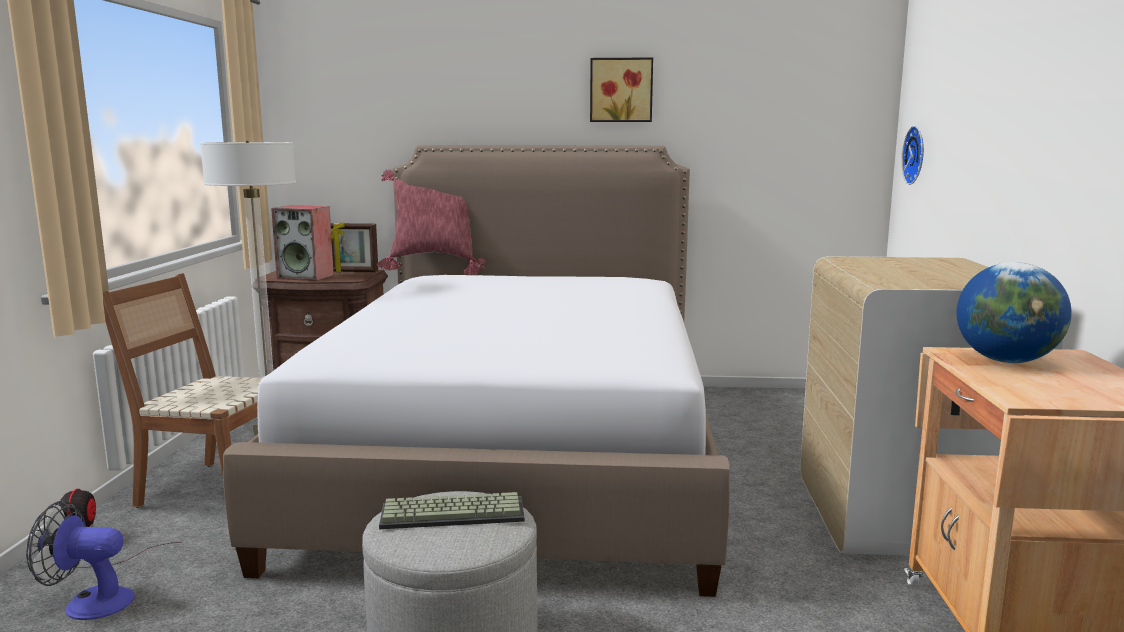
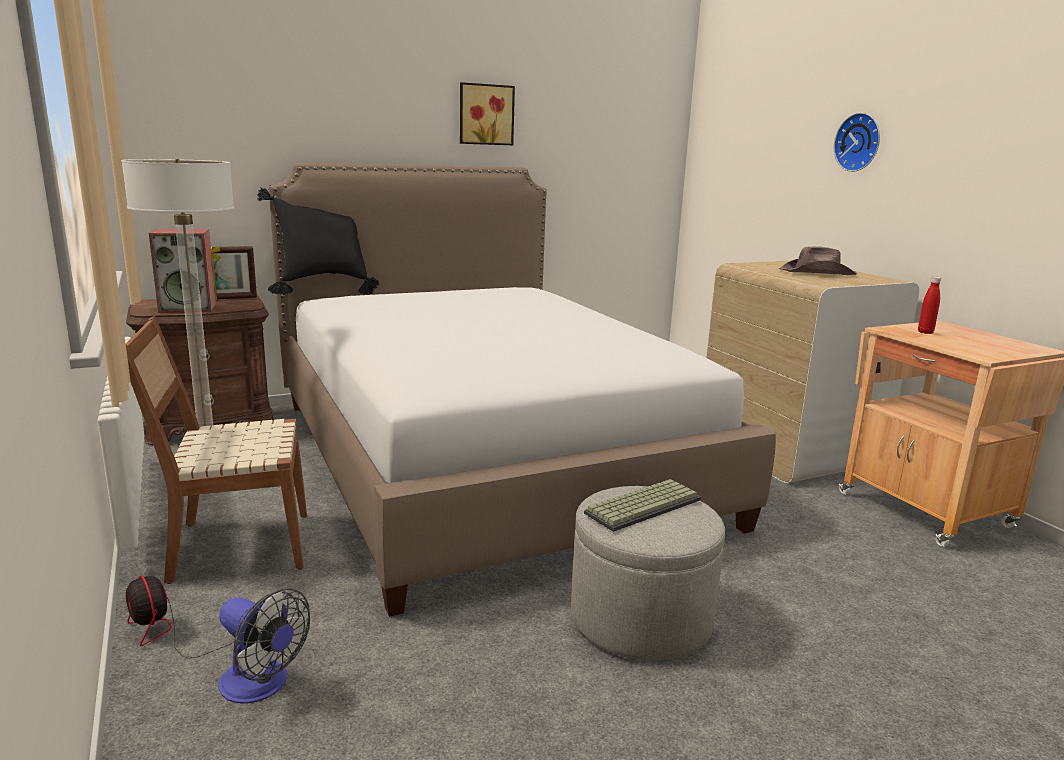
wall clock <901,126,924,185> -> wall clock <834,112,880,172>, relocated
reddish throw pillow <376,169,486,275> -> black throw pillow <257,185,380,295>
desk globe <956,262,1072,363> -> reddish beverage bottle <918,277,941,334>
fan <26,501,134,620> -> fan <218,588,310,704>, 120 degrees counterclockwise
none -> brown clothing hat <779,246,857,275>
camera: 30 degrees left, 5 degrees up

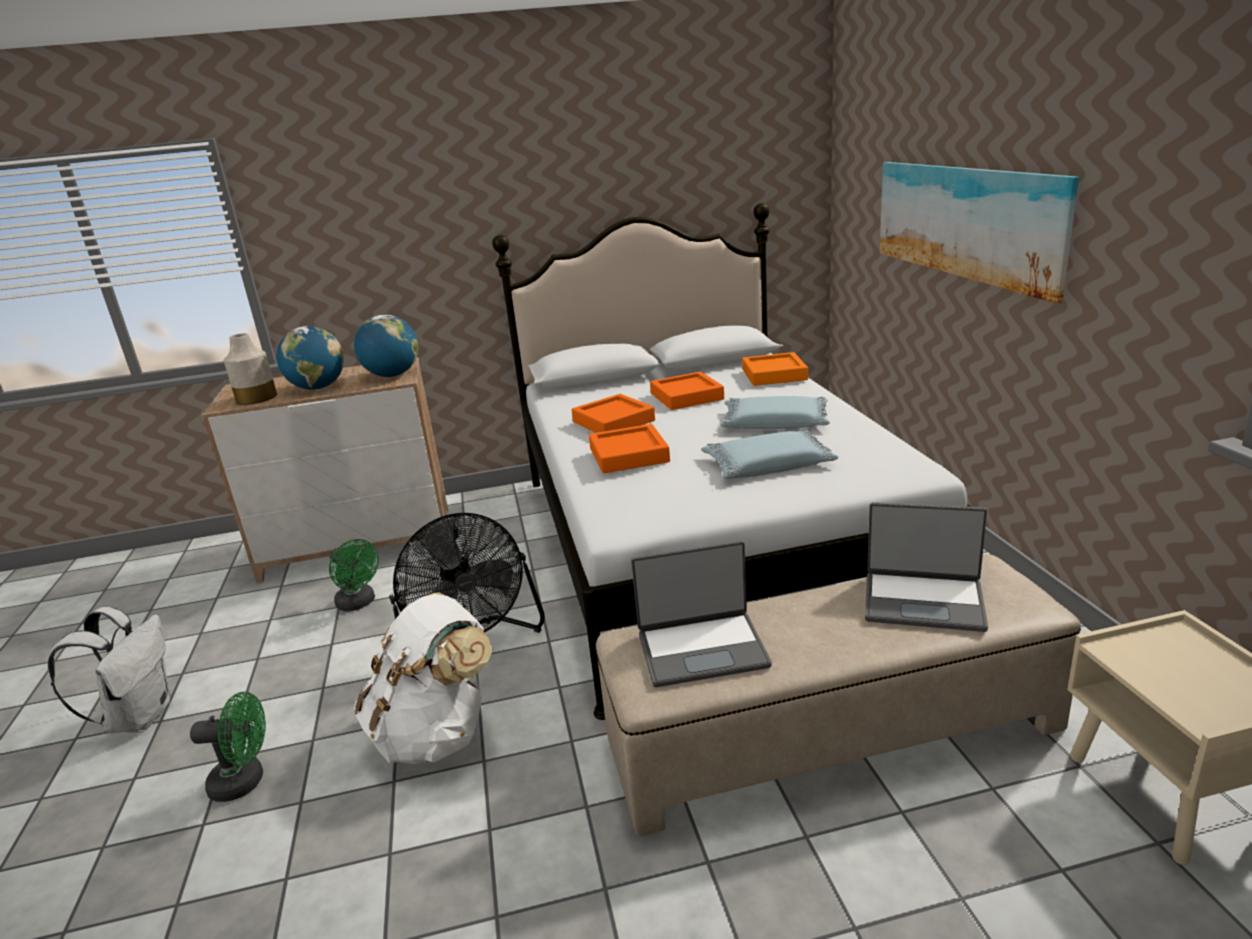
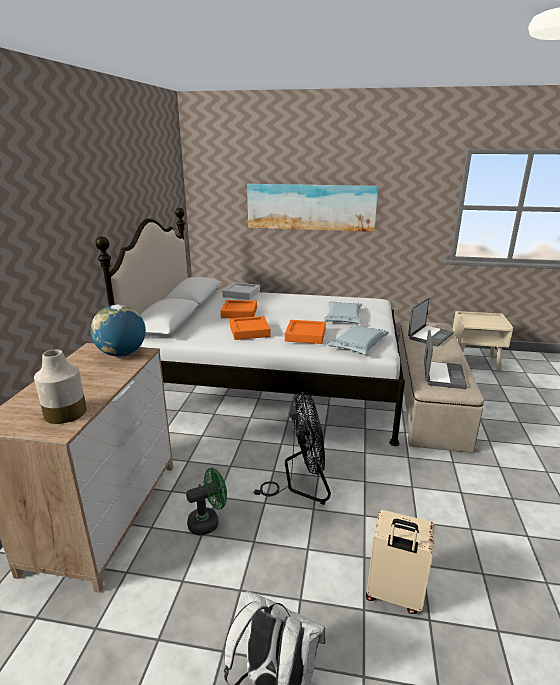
desk globe <276,326,344,390> -> none
orange-coloured serving tray <742,352,808,386> -> grey serving tray <222,282,260,300>
bluish throw pillow <720,396,830,429> -> bluish throw pillow <327,324,389,355>, relocated
whitish rucksack <354,592,493,764> -> none
green-coloured fan <190,692,266,802> -> beige-coloured suitcase <366,510,435,614>
camera: 70 degrees left, 0 degrees up

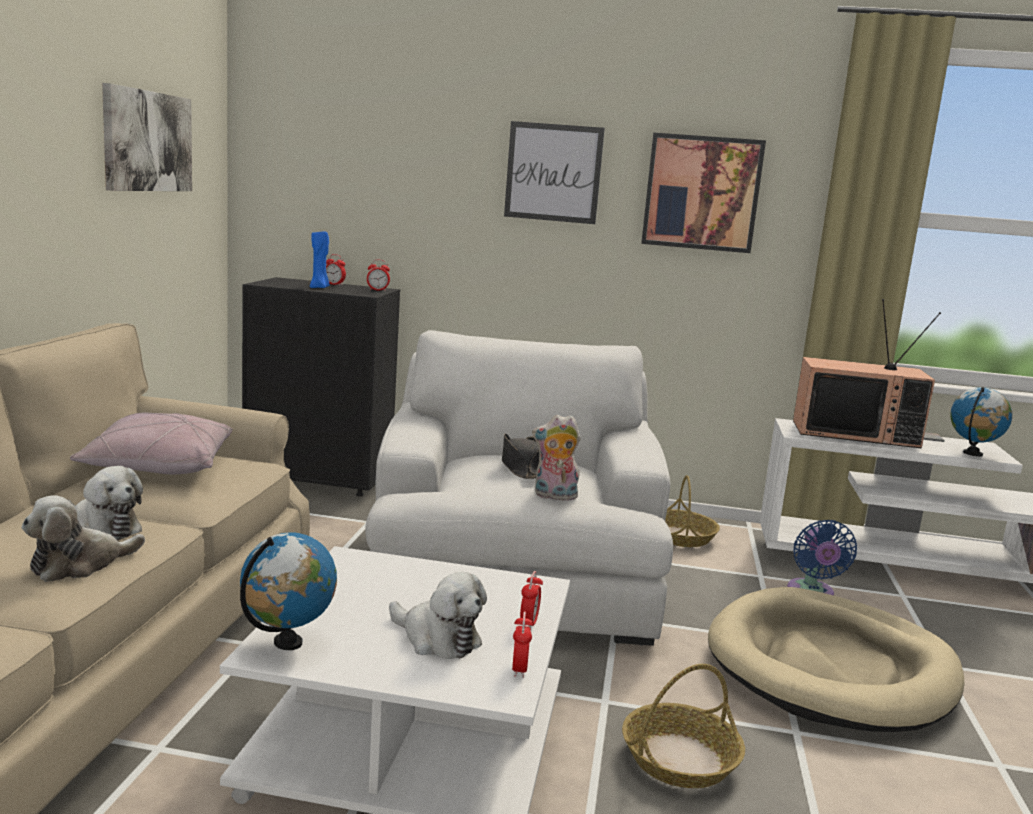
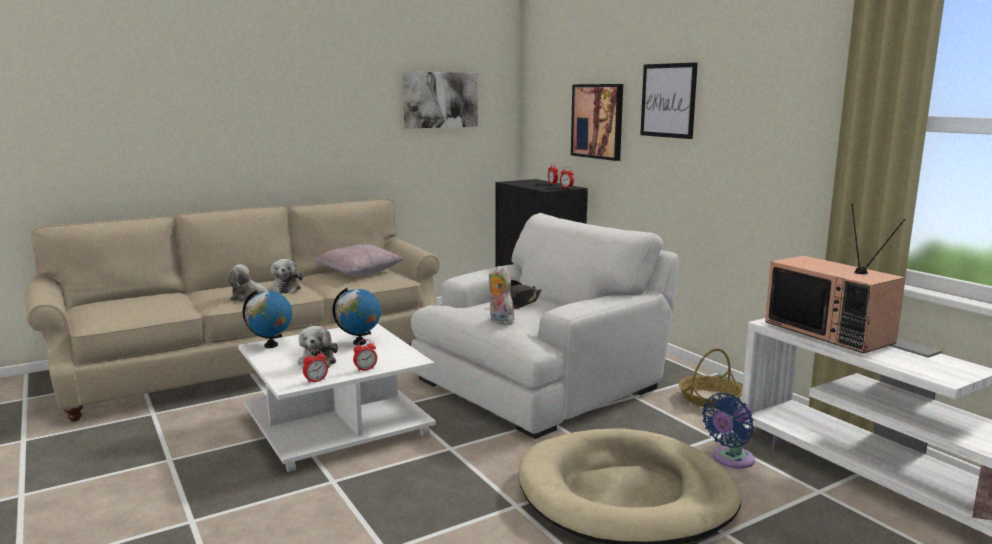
picture <641,133,766,253> -> picture <571,84,623,161>, relocated
bluish candle <310,229,330,288> -> none
desk globe <950,387,1012,457> -> desk globe <332,288,381,345>, relocated
household basket <622,664,745,788> -> none
camera: 50 degrees right, 0 degrees up

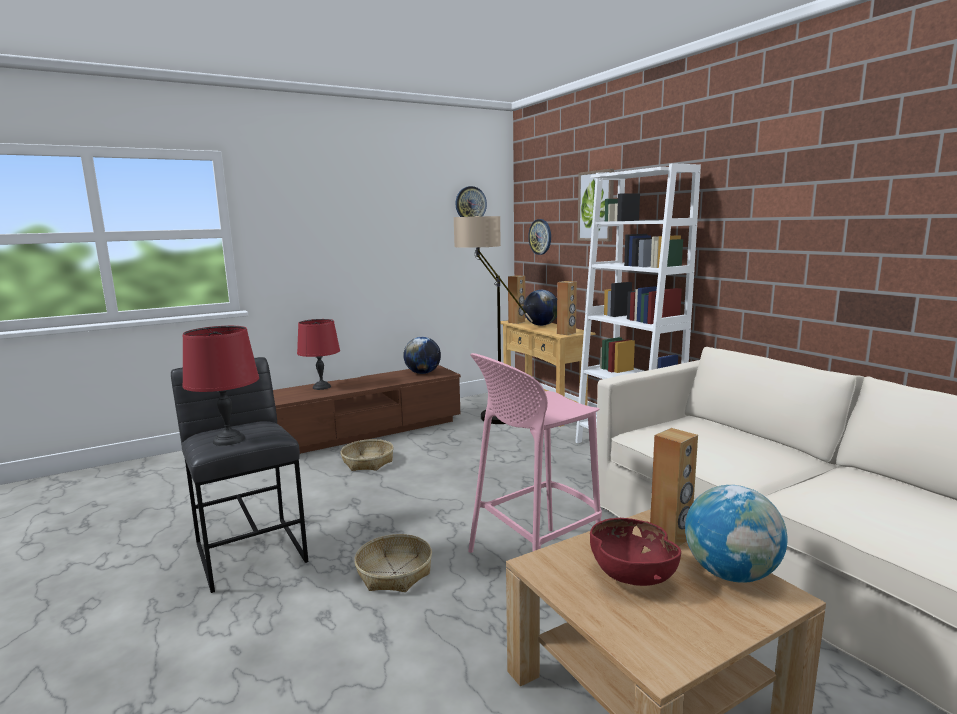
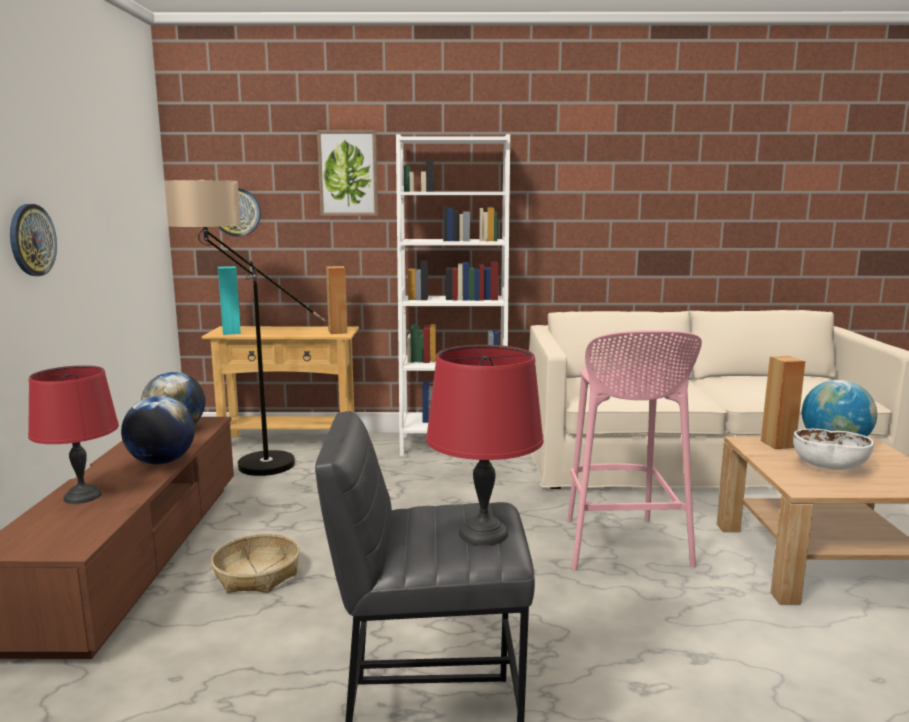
wall clock <455,186,487,217> -> wall clock <10,204,57,276>, relocated
brown speaker <508,275,525,324> -> turquoise-coloured speaker <218,266,241,335>
desk globe <523,290,557,326> -> desk globe <121,396,195,464>, relocated
reddish bowl <590,518,681,586> -> whitish bowl <793,429,874,470>
household basket <354,534,432,592> -> none
camera: 60 degrees left, 0 degrees up

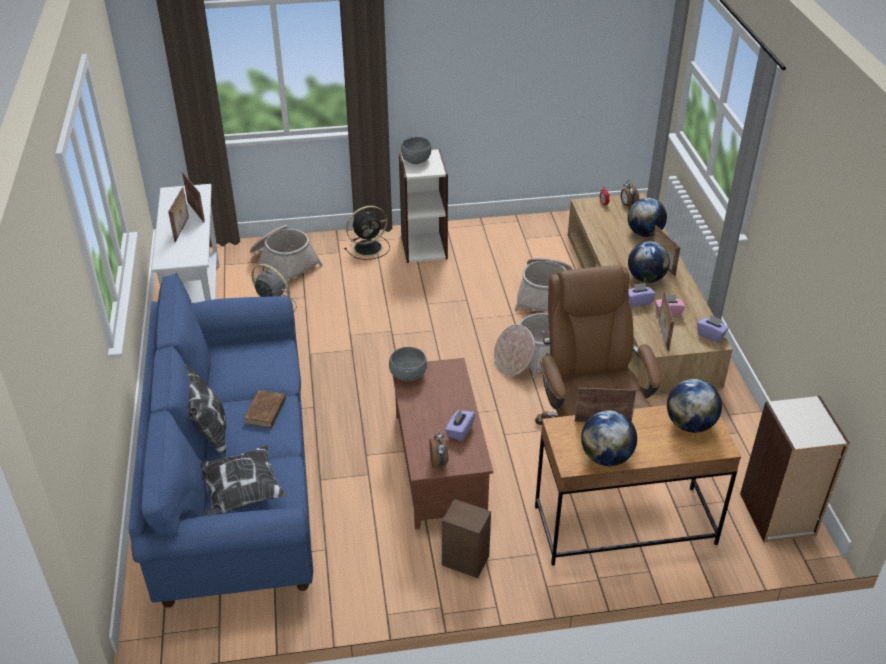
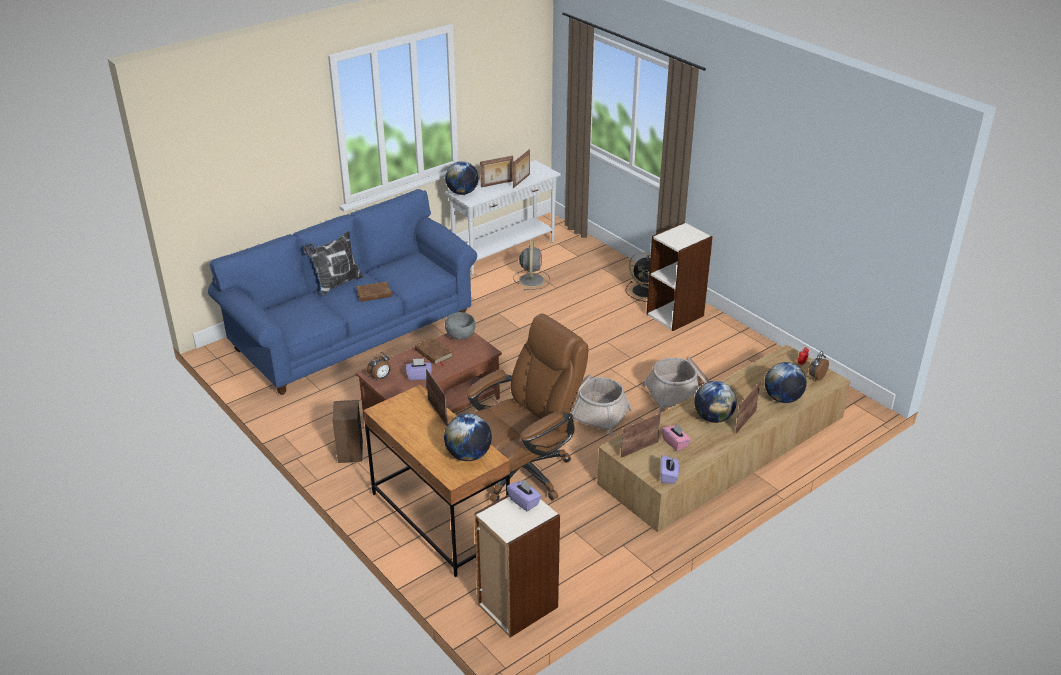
grey bowl <401,137,431,164> -> none
household basket <250,225,323,286> -> none
purplish tissue holder <628,283,656,307> -> purplish tissue holder <507,479,542,511>, relocated
desk globe <581,410,637,466> -> desk globe <445,161,478,195>, relocated
throw pillow <200,444,287,516> -> none
none -> brown book <415,337,453,366>
camera: 60 degrees right, 5 degrees down

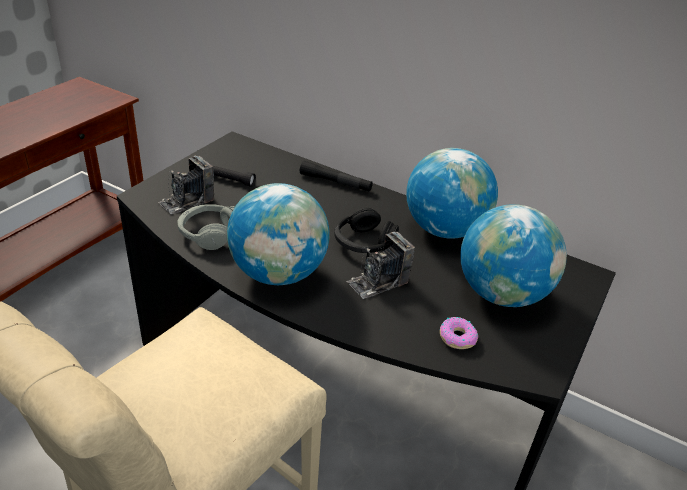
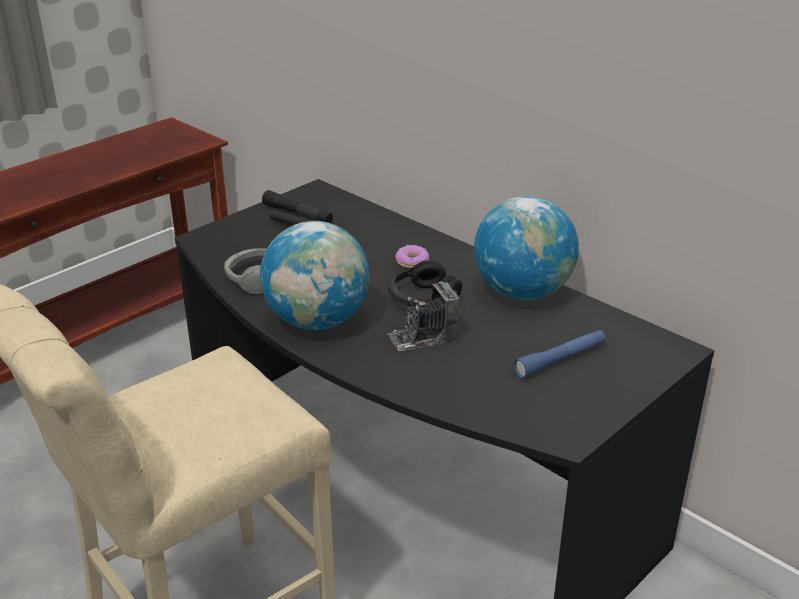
photo camera <158,155,214,214> -> none
black flashlight <300,161,373,192> -> black flashlight <262,190,333,223>, relocated
desk globe <460,204,567,307> -> bluish flashlight <513,330,606,378>
donut <440,317,478,349> -> donut <395,245,429,268>, relocated
camera: 15 degrees right, 5 degrees down

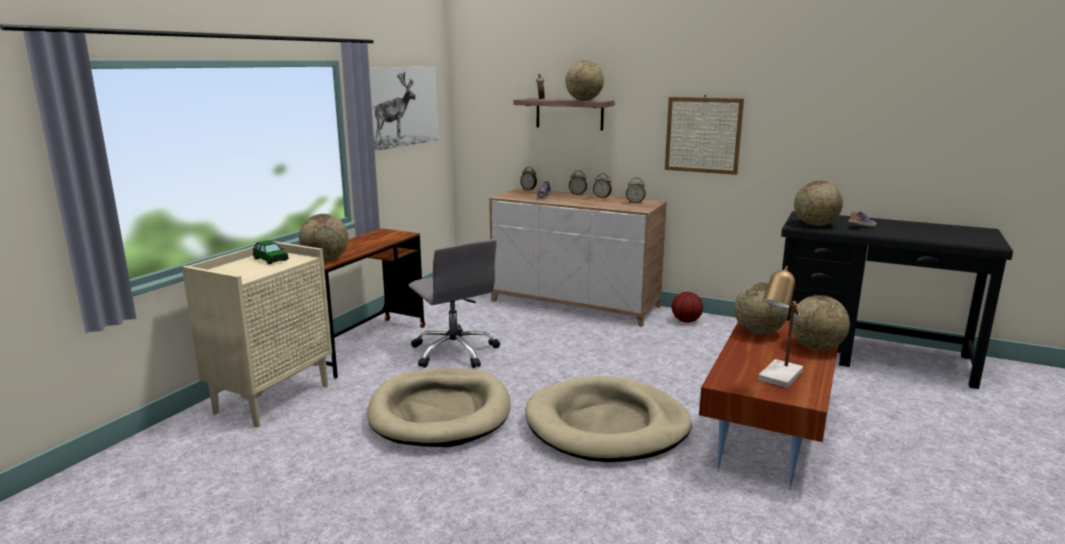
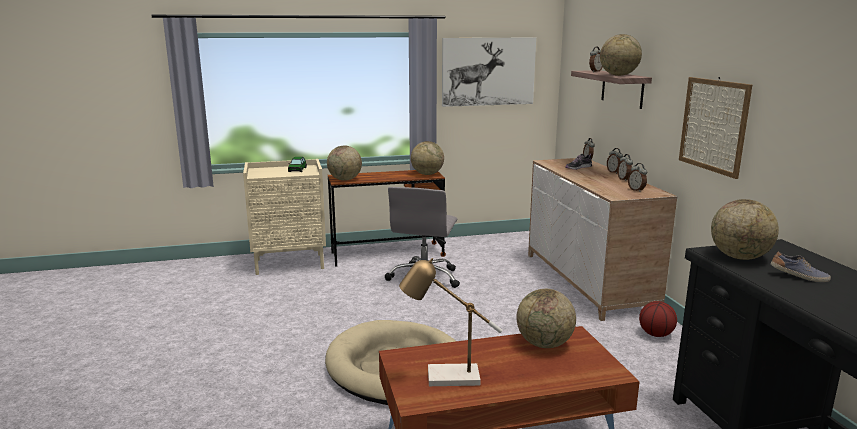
desk globe <792,295,850,350> -> desk globe <411,141,444,175>, relocated
beige-coloured pet bed <367,368,510,447> -> none
camera: 50 degrees right, 0 degrees up

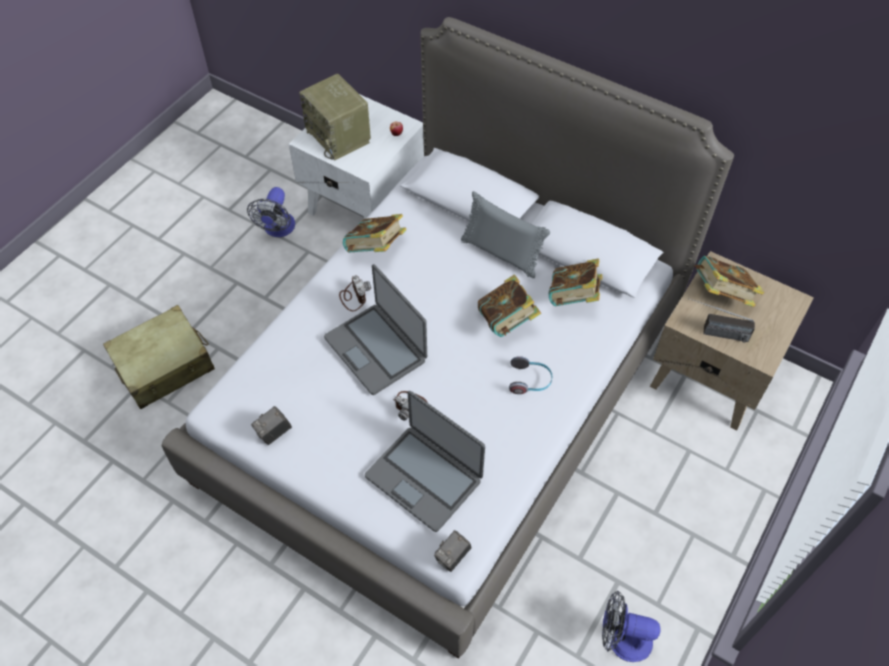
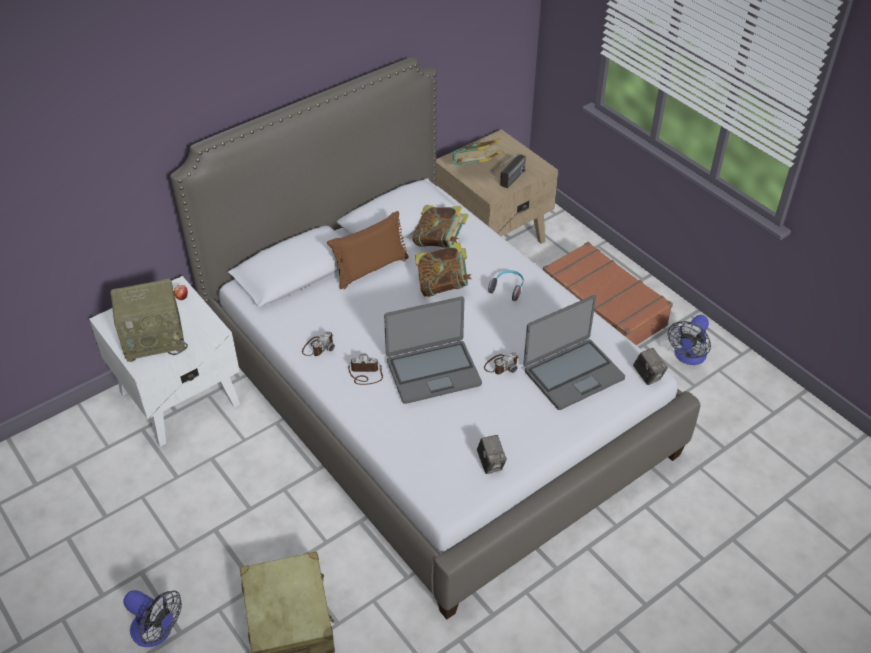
fan <247,187,295,237> -> fan <123,590,182,647>, relocated
grey throw pillow <461,191,550,278> -> brown throw pillow <327,211,409,289>
book <343,214,406,253> -> photo camera <302,331,335,356>
none -> brown suitcase <543,242,673,346>
camera: 70 degrees left, 10 degrees down

